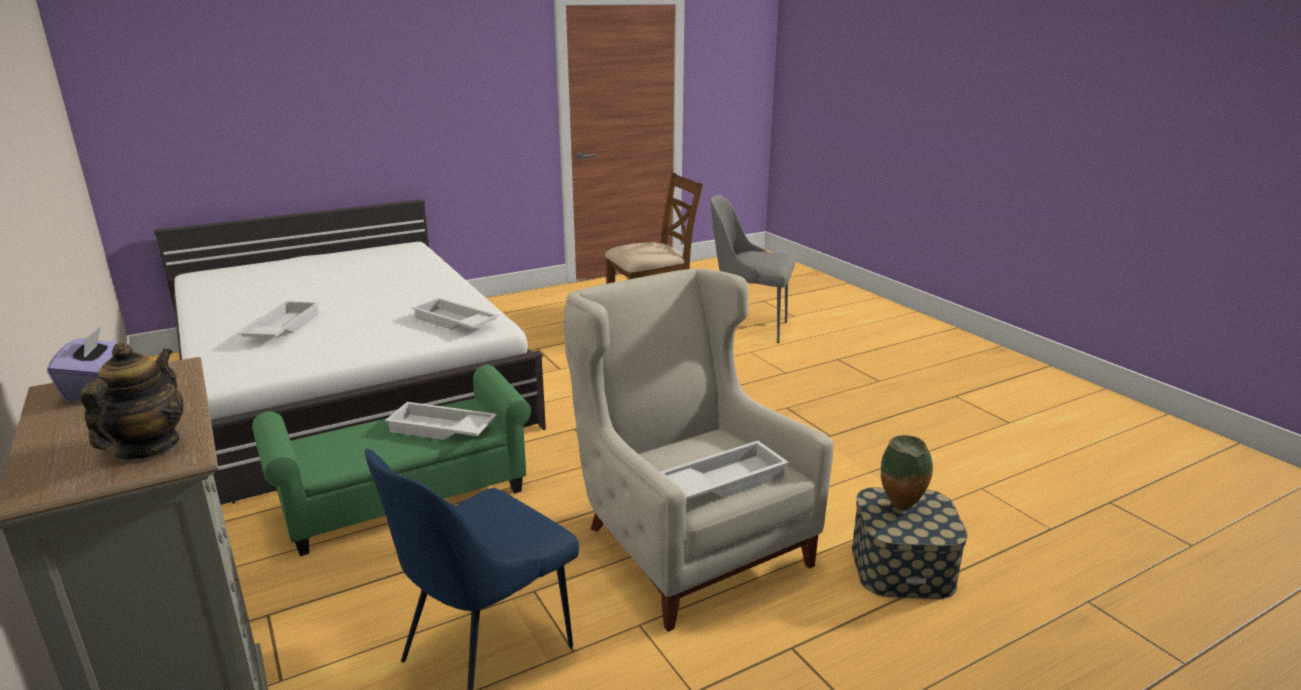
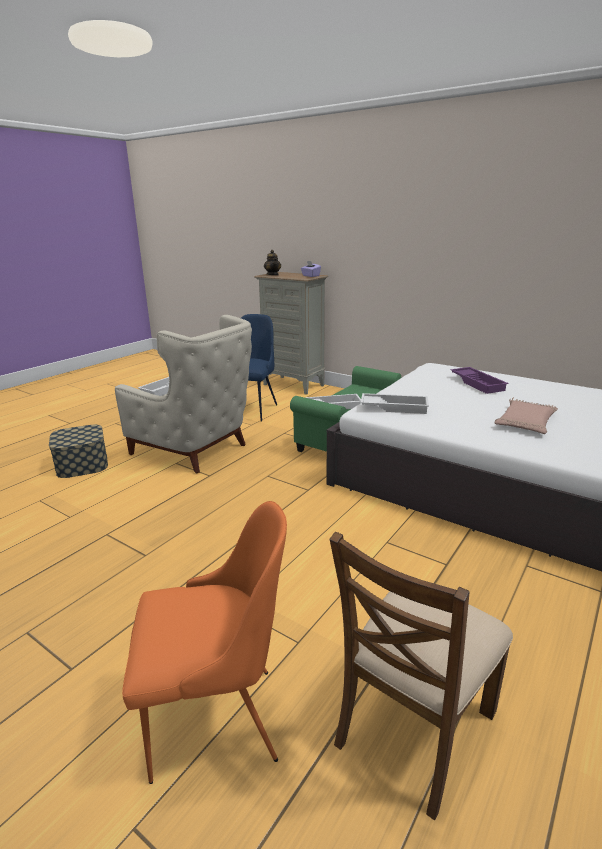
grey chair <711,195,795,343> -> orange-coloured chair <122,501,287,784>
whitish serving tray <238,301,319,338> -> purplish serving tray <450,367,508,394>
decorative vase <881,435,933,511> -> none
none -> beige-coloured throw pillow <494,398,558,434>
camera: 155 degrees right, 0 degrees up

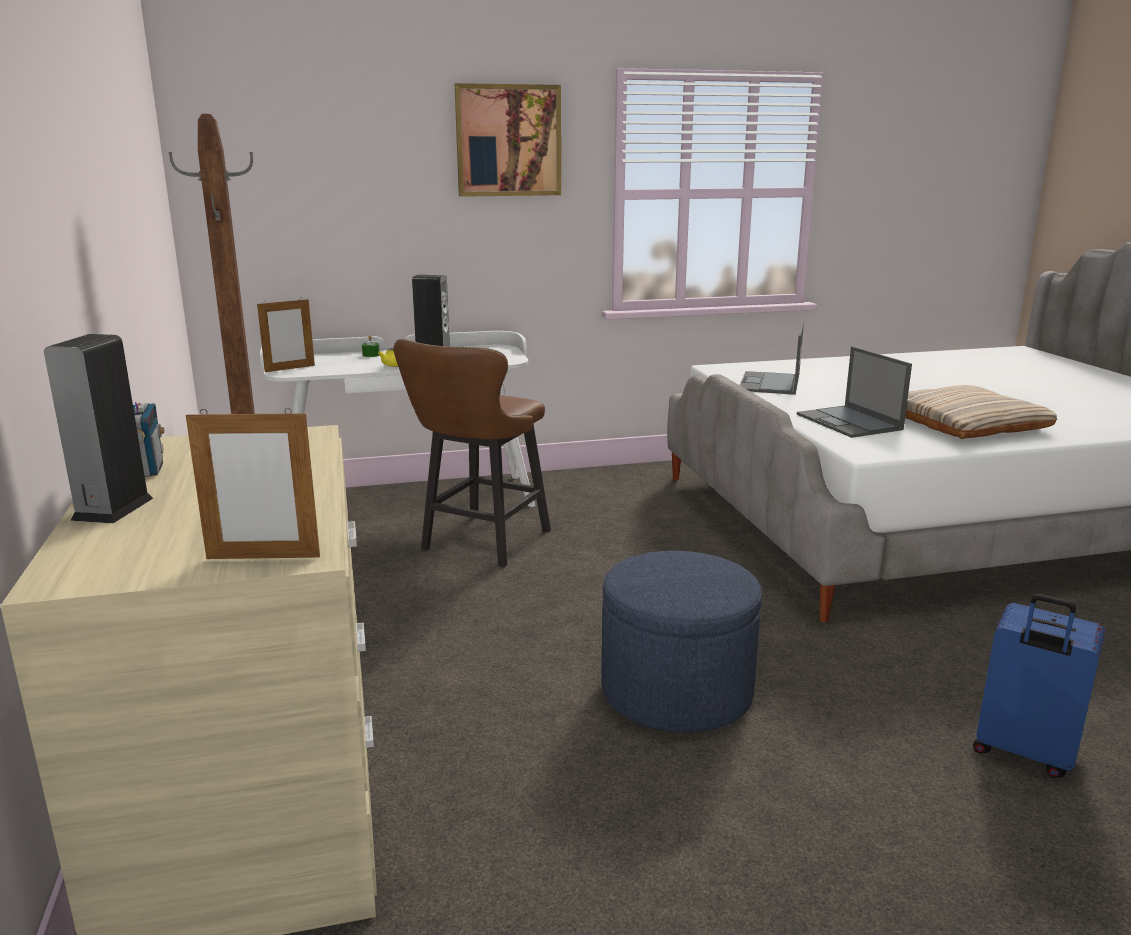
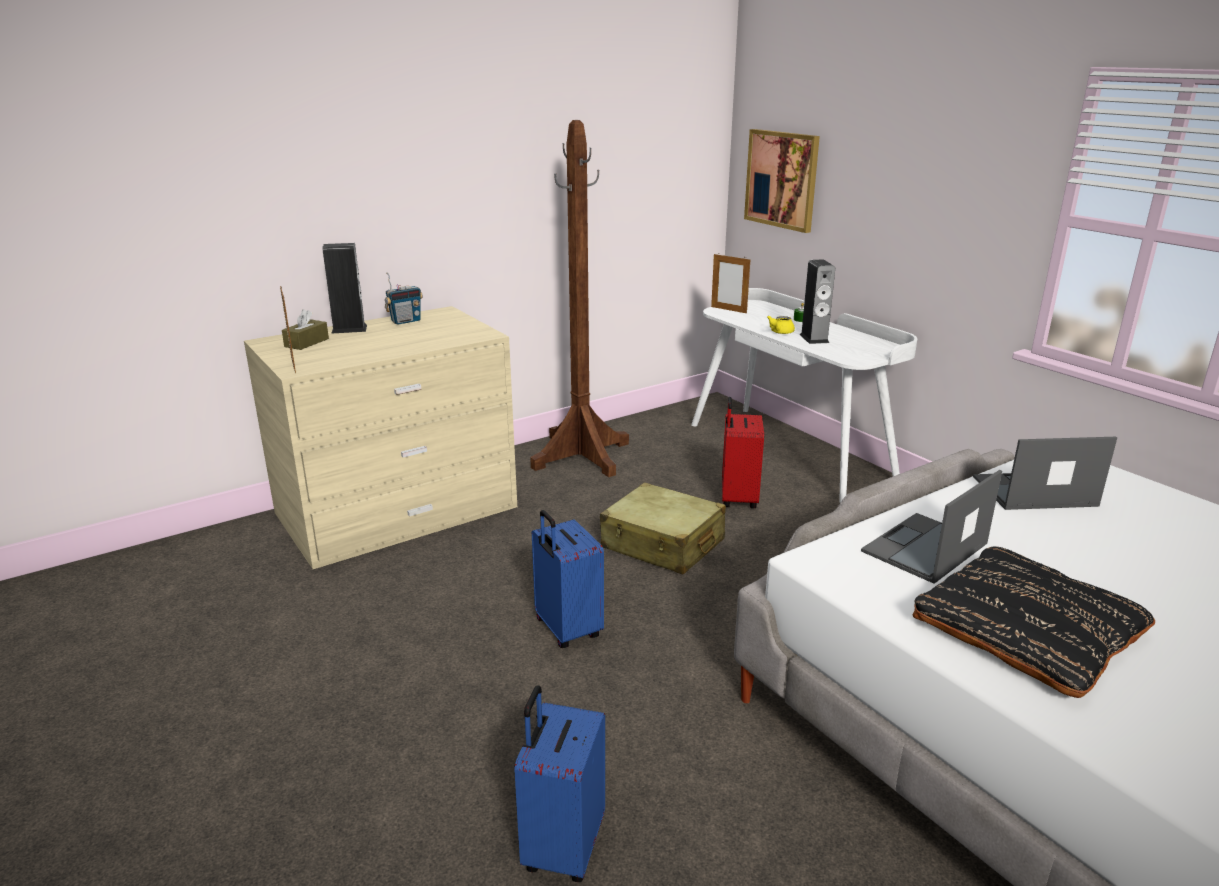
picture <455,83,561,197> -> picture <744,129,820,233>, relocated
brown sitting stool <394,339,551,568> -> reddish suitcase <722,397,764,508>
beige-coloured throw pillow <905,385,1057,439> -> black throw pillow <913,546,1155,698>
bluish ottoman <601,551,762,733> -> bluish suitcase <532,510,604,648>
none -> brown tissue holder <282,309,329,350>
none -> beige-coloured suitcase <600,482,726,574>
camera: 70 degrees right, 5 degrees up

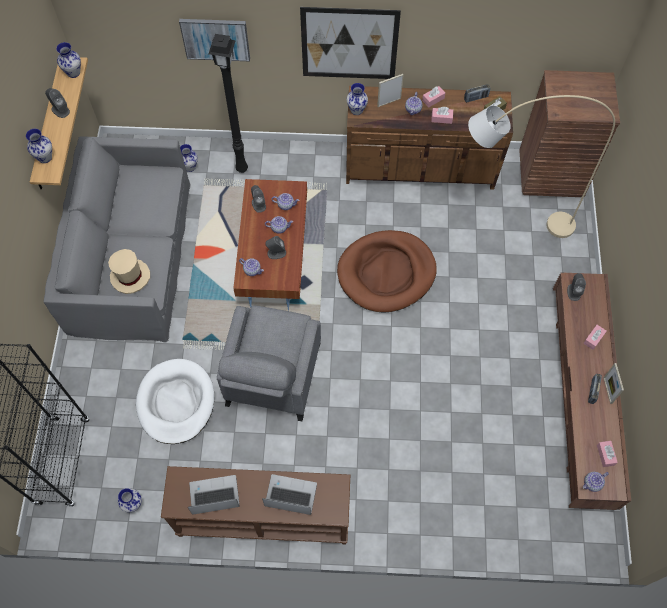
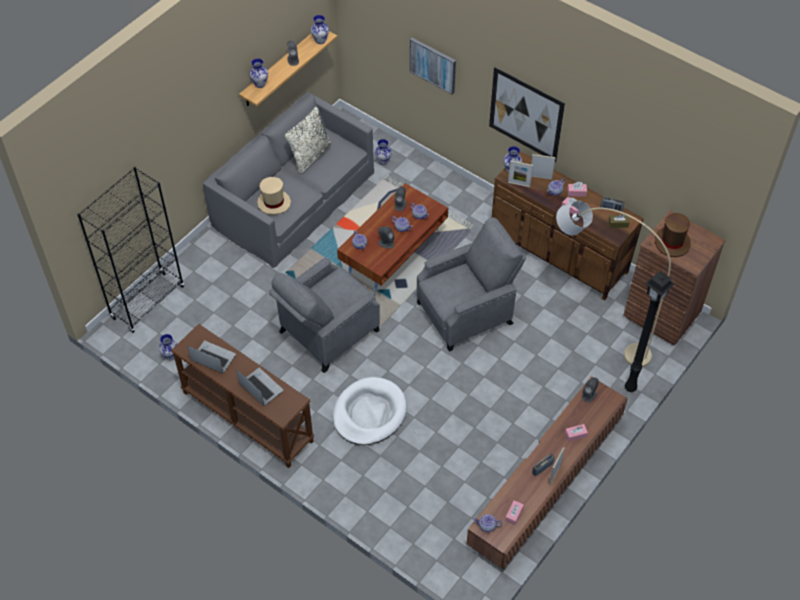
black standing lamp <209,34,248,173> -> black standing lamp <625,271,674,392>, relocated
brown pet bed <337,230,437,313> -> grey armchair <417,217,526,352>
whitish pet bed <136,359,214,444> -> whitish pet bed <333,377,407,445>, relocated
none -> beige-coloured throw pillow <285,106,331,173>
none -> photo frame <508,160,533,187>
none -> brown clothing hat <655,213,691,257>
camera: 35 degrees right, 10 degrees down

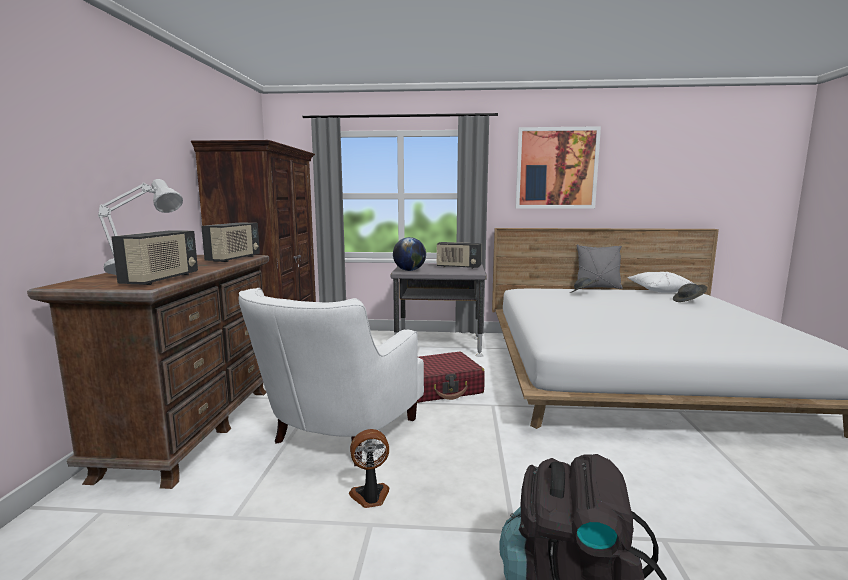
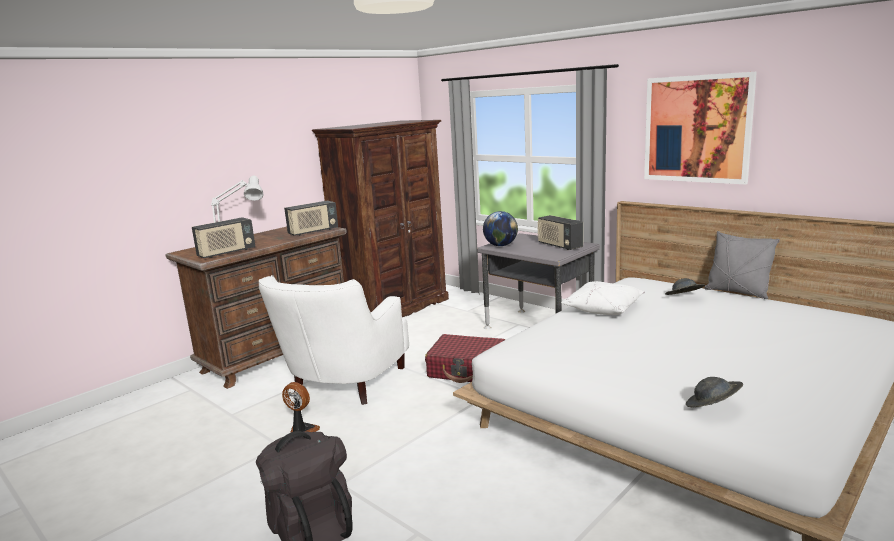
whitish throw pillow <628,272,695,293> -> whitish throw pillow <561,281,645,315>, relocated
grey clothing hat <673,284,707,302> -> grey clothing hat <686,377,743,408>, relocated
whitish armchair <239,288,424,466> -> whitish armchair <259,275,409,405>, 45 degrees counterclockwise
camera: 40 degrees right, 5 degrees up

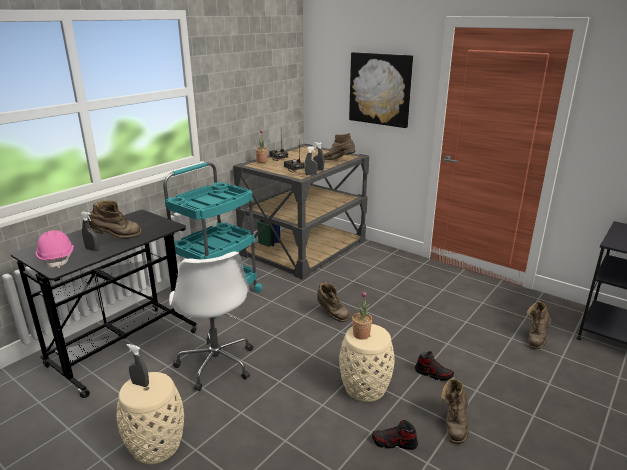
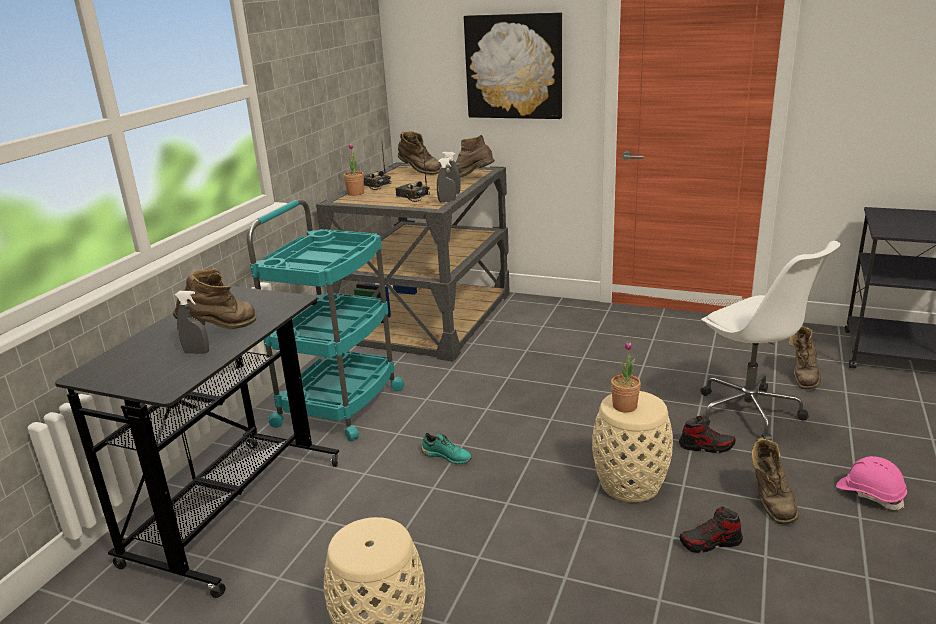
pink hard hat <36,230,74,268> -> pink hard hat <836,456,907,510>, relocated
whitish office chair <169,251,253,391> -> whitish office chair <700,241,840,441>, relocated
brown high-top boot <317,283,351,322> -> brown high-top boot <398,131,442,175>, relocated
grey sprayer <126,344,149,387> -> none
none -> turquoise-coloured low shoe <421,433,472,464>
camera: 15 degrees left, 0 degrees up

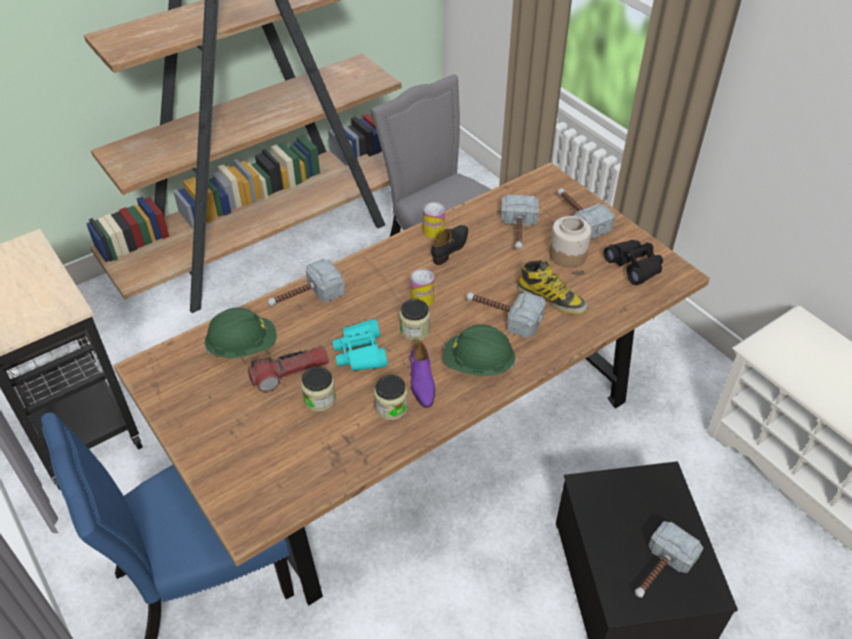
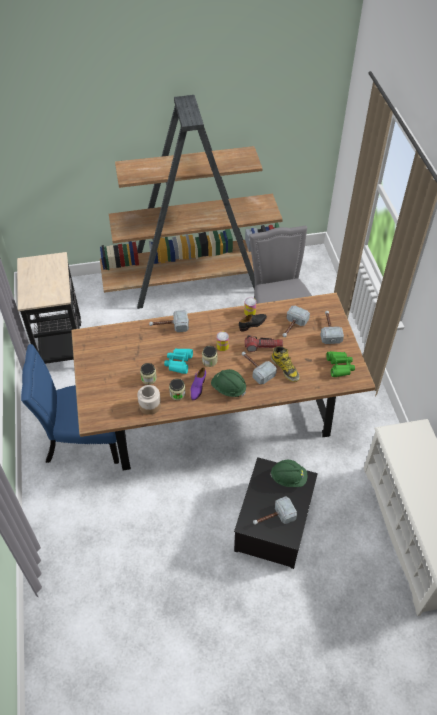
storage jar <549,216,591,267> -> storage jar <137,385,161,415>, relocated
black binoculars <603,240,663,285> -> green-coloured binoculars <326,351,355,377>
green-coloured hard hat <205,307,276,358> -> green-coloured hard hat <270,460,308,487>, relocated
flashlight <248,346,329,392> -> flashlight <245,335,283,352>, relocated
camera: 25 degrees right, 5 degrees up

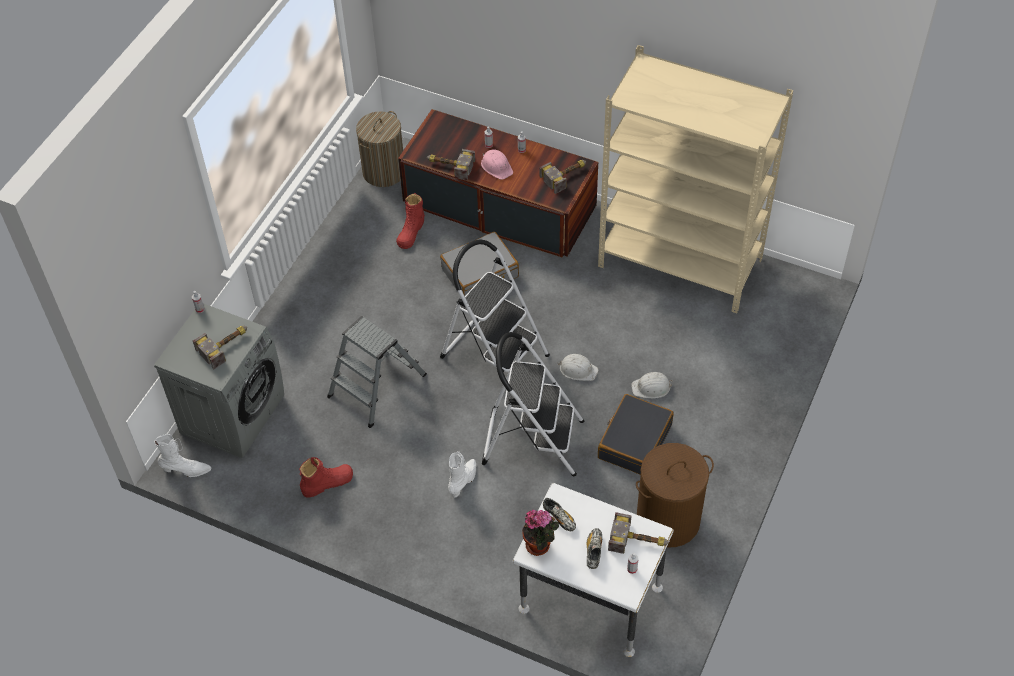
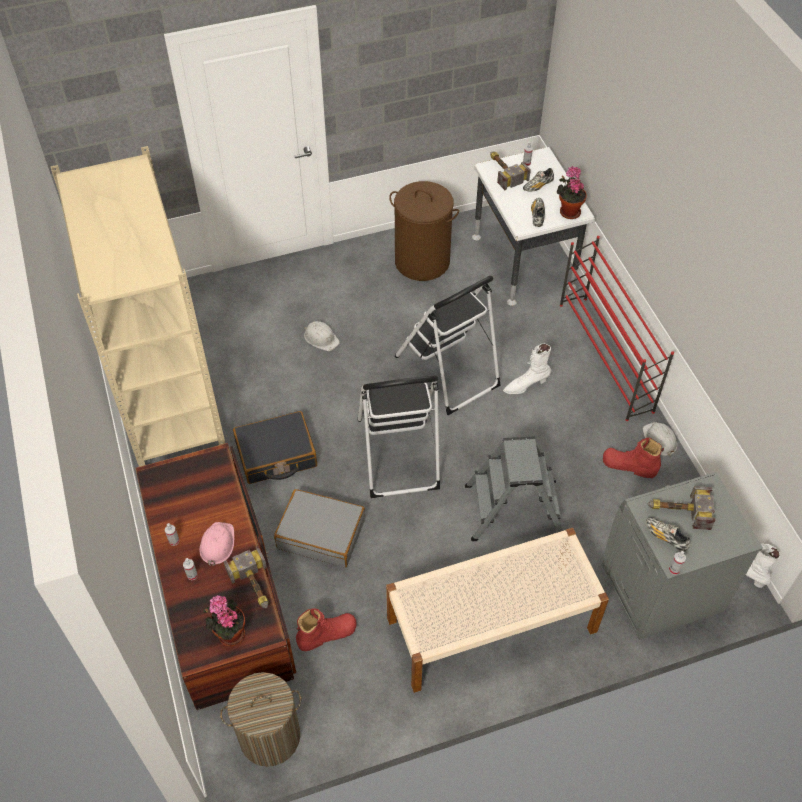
hand hammer <539,160,586,194> -> none
whitish hard hat <558,354,598,381> -> whitish hard hat <643,422,677,457>, relocated
black suitcase <598,394,674,475> -> black suitcase <233,411,317,484>, relocated
none -> reddish shoe stand <560,236,674,421>
none -> low shoe <646,517,690,552>
none -> beige-coloured bench <386,528,609,693>
none -> plant in a pot <203,595,245,647>
camera: 135 degrees left, 0 degrees up

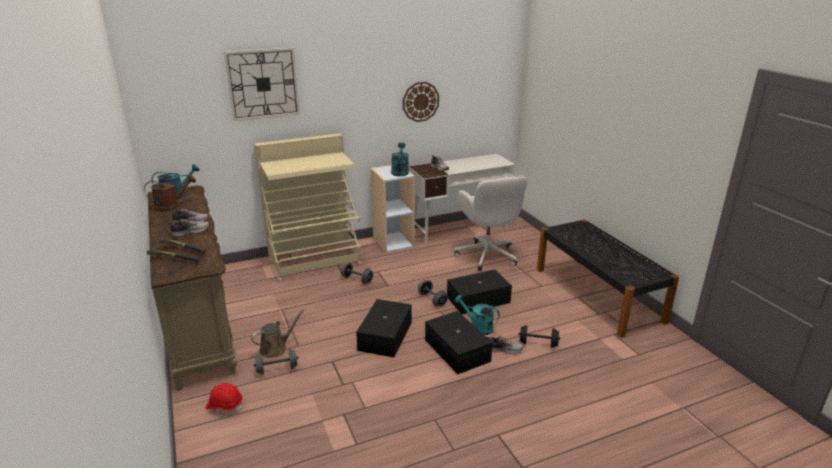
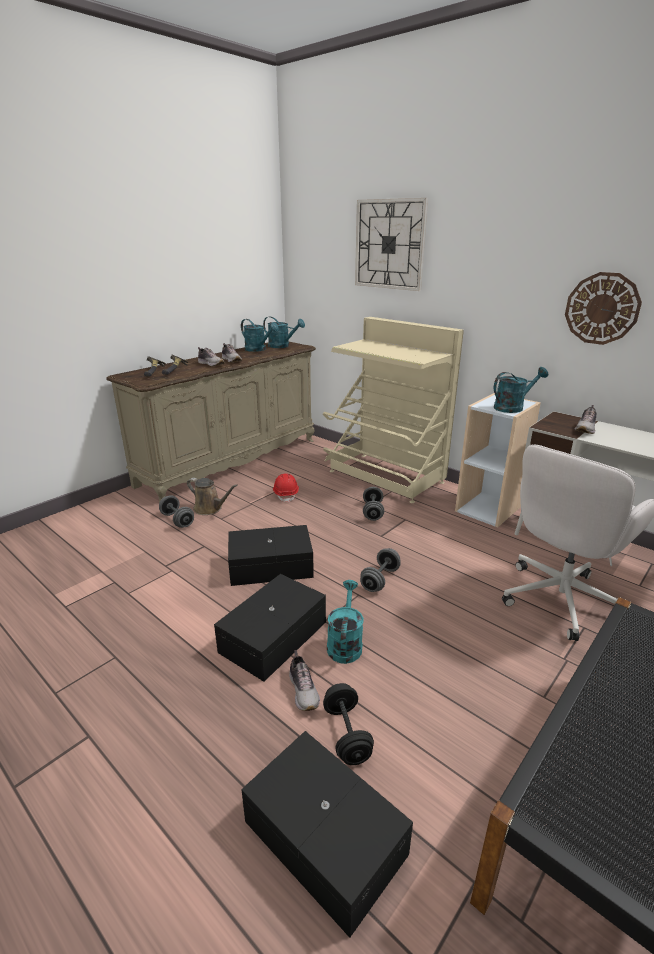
brown watering can <144,175,196,212> -> turquoise-coloured watering can <241,319,279,352>
black storage bin <447,270,512,314> -> black storage bin <241,731,413,938>, relocated
reddish hard hat <205,383,243,413> -> reddish hard hat <273,474,299,503>, relocated
camera: 65 degrees right, 0 degrees up

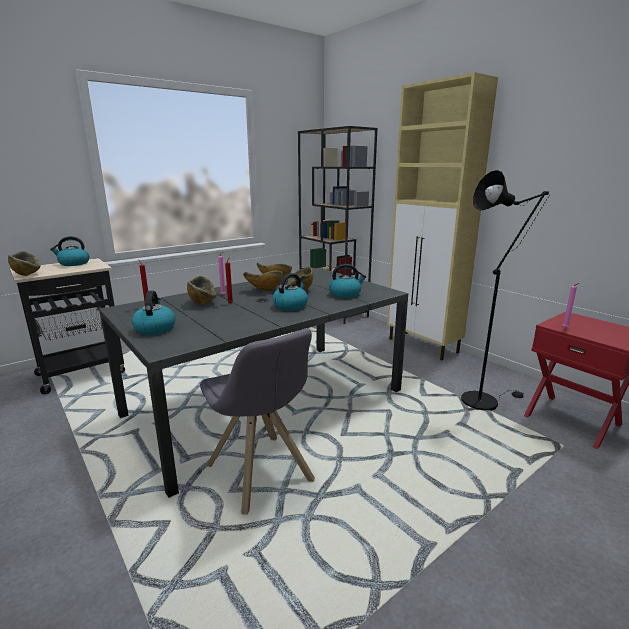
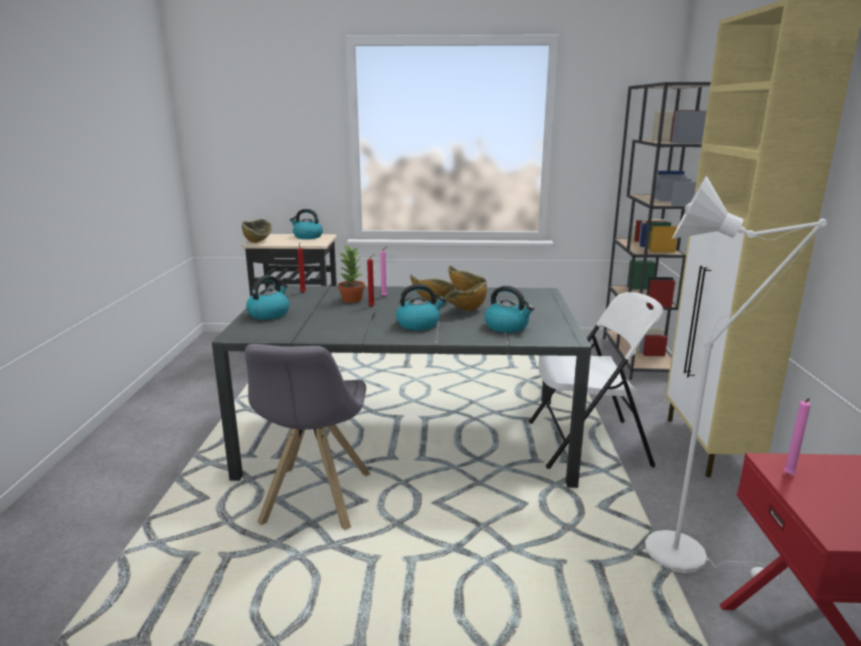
black standing lamp <461,170,550,411> -> whitish standing lamp <645,176,827,582>
bowl <187,276,217,304> -> plant in a pot <338,245,365,303>
none -> whitish chair <529,292,663,469>
camera: 40 degrees right, 0 degrees up

